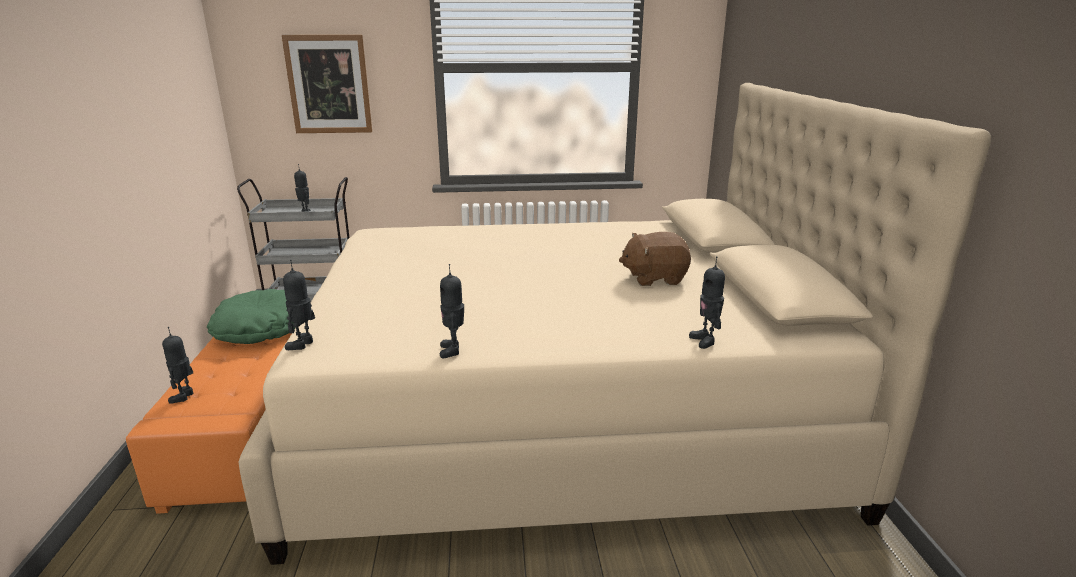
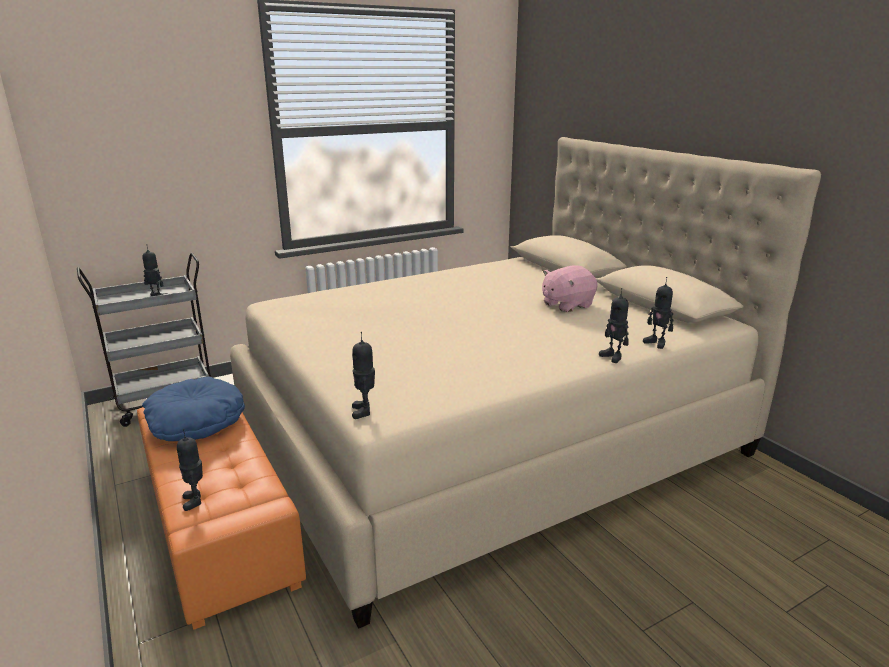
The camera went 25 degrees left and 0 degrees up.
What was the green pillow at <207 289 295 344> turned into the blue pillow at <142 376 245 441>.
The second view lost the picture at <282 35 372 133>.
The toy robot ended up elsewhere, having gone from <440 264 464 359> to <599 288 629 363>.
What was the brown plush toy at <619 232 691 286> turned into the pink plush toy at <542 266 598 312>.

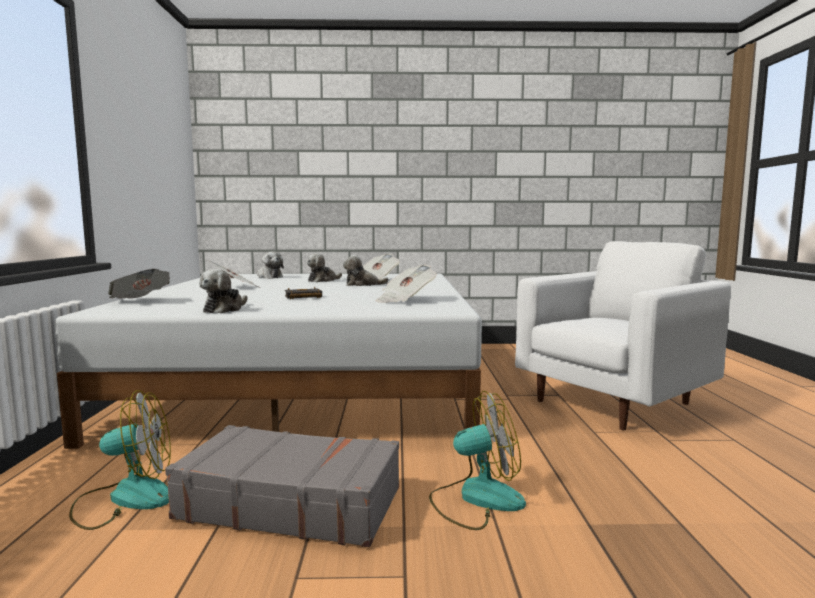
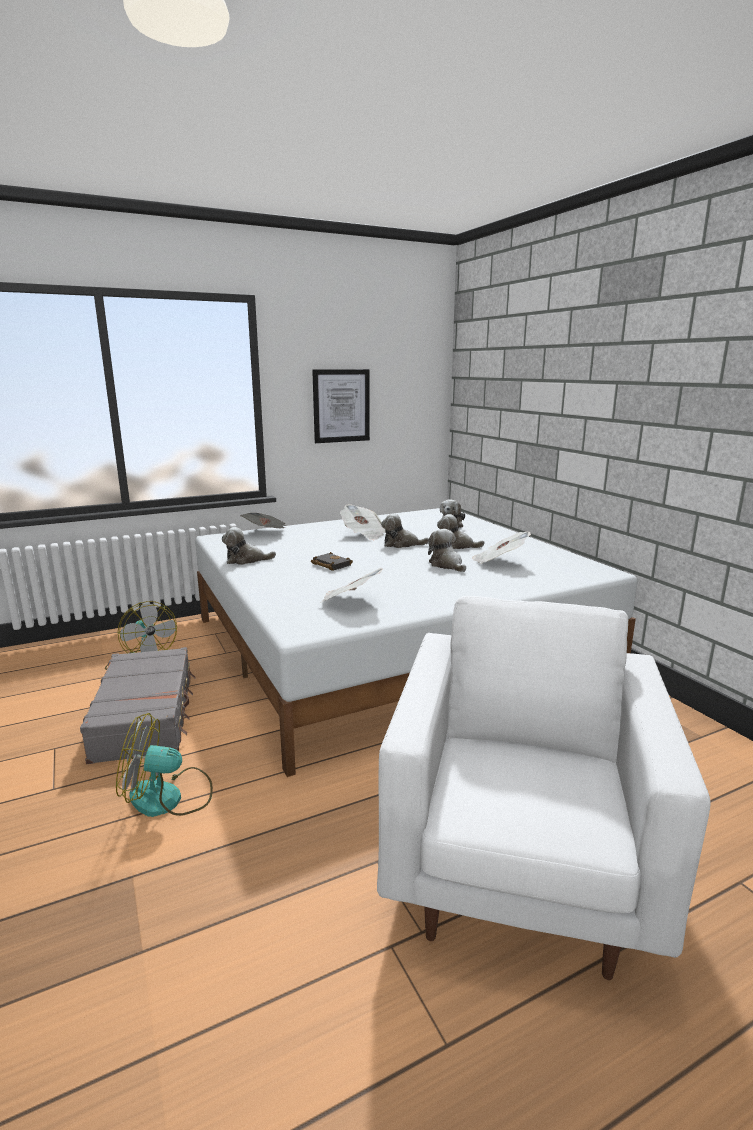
The camera went 65 degrees right and 10 degrees up.
The fan at <429 391 526 530> ended up facing another way, 120 degrees clockwise from before.
The white armchair at <515 241 731 430> ended up facing another way, 105 degrees counterclockwise from before.
The second view gained the picture at <312 369 370 443>.
The second view gained the plush toy at <381 513 429 548>.

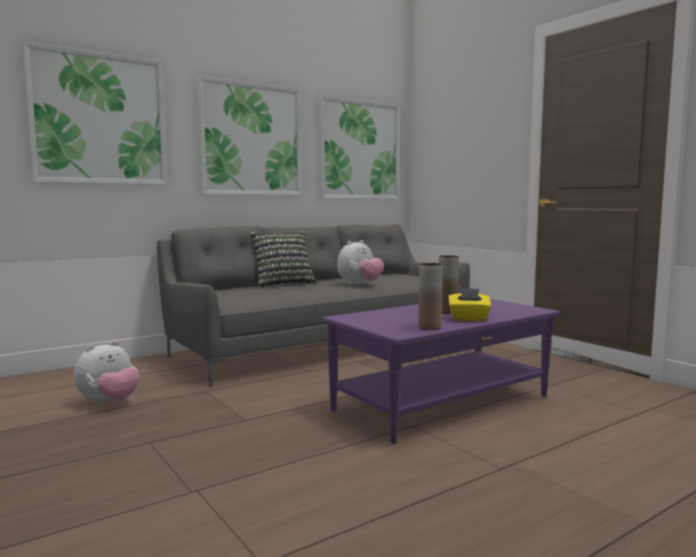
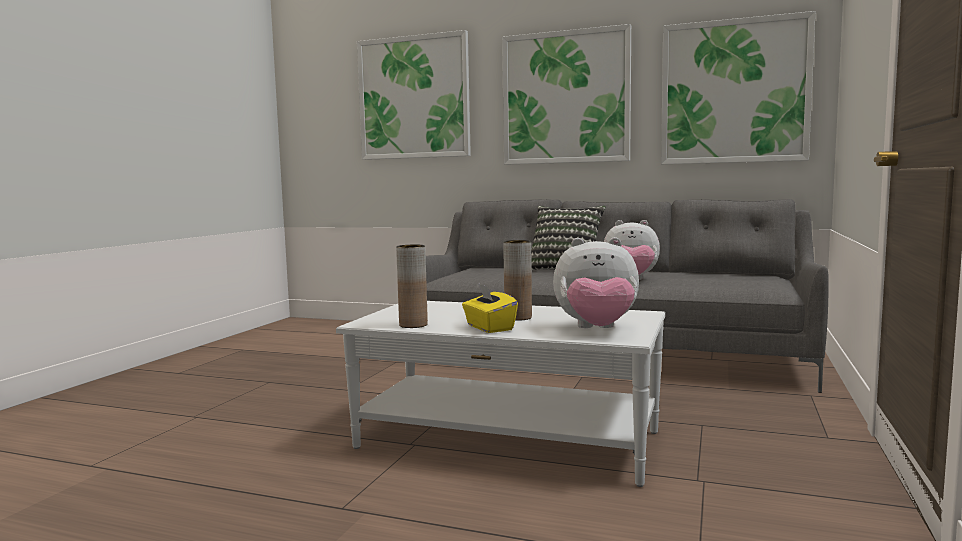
The camera went 55 degrees right and 0 degrees up.
The plush toy ended up elsewhere, having gone from <74 341 140 404> to <553 237 639 328>.
What was the purple coffee table at <322 299 560 444> turned into the white coffee table at <336 301 665 487>.

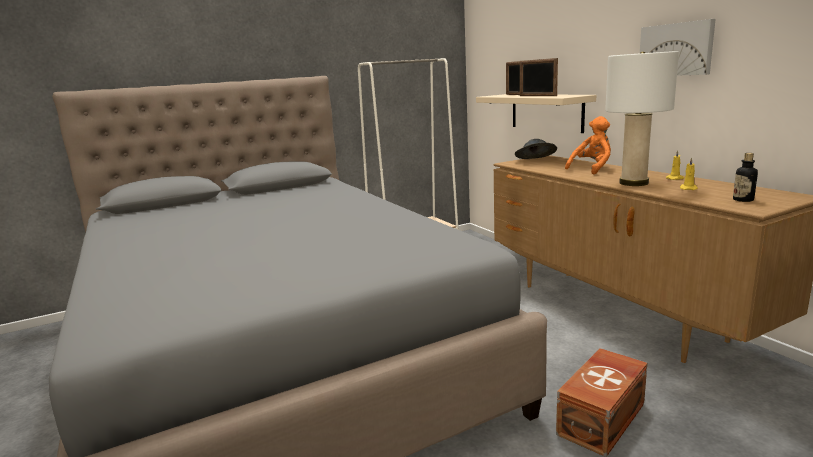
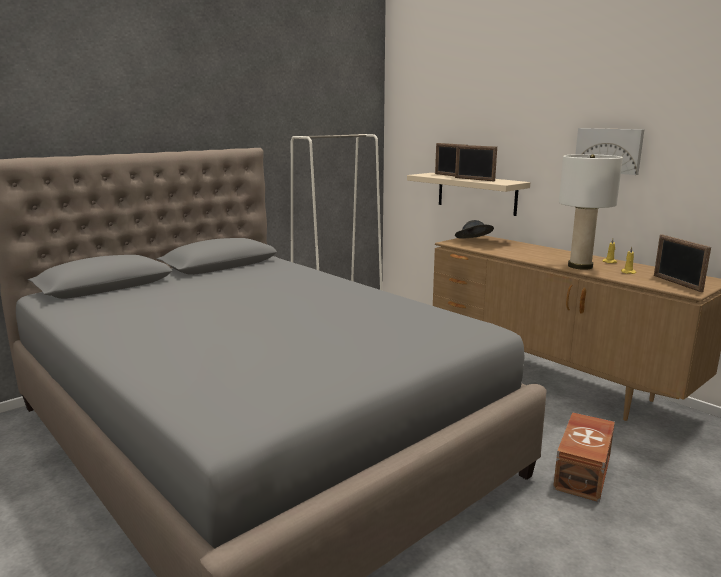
The camera went 15 degrees left and 0 degrees up.
The second view lost the orange plush toy at <565 116 611 174>.
Where the bottle stood at <733 153 758 202>, the picture frame came to stand at <654 234 711 292>.

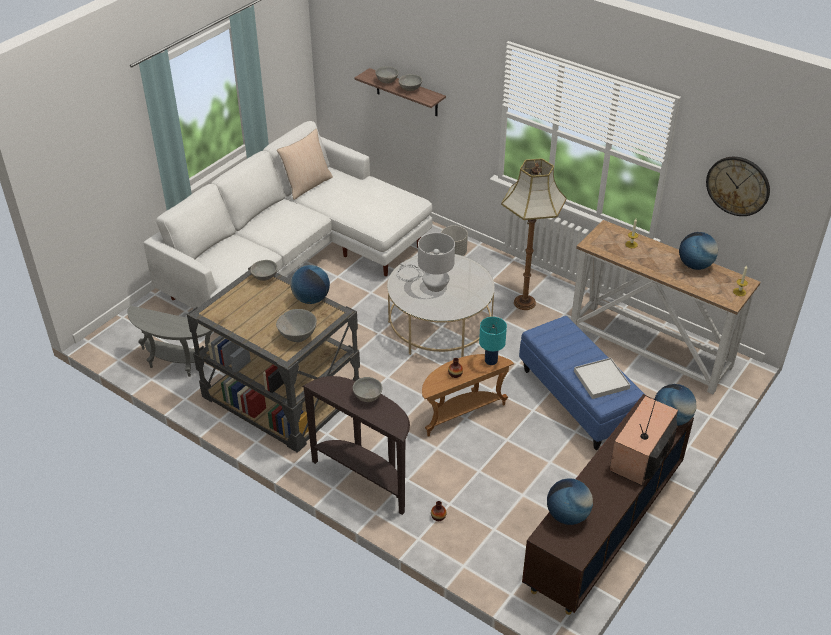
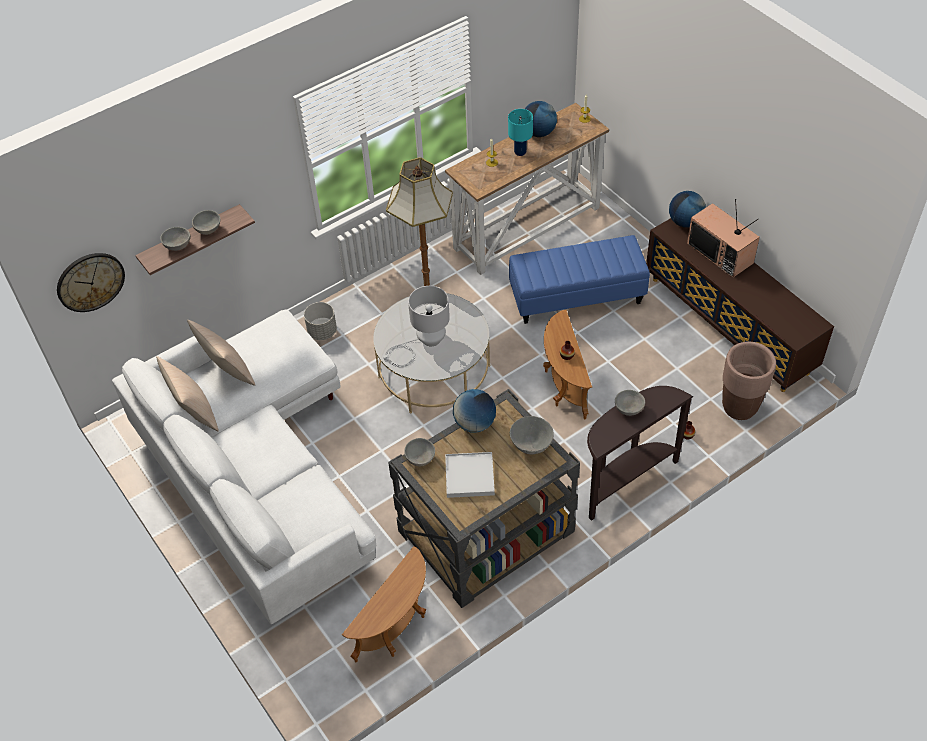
The camera went 70 degrees left and 10 degrees up.
What was the grey side table at <127 306 213 377> turned into the brown side table at <342 546 426 662>.
The turquoise table lamp ended up elsewhere, having gone from <479 317 507 365> to <508 109 533 156>.
The second view lost the globe at <547 478 593 525>.
The white tray ended up elsewhere, having gone from <574 358 630 399> to <445 452 495 498>.
The wall clock ended up elsewhere, having gone from <706 157 770 216> to <57 253 125 312>.
The second view gained the beige pillow at <187 320 255 386>.
The second view gained the brown planter at <722 342 776 420>.

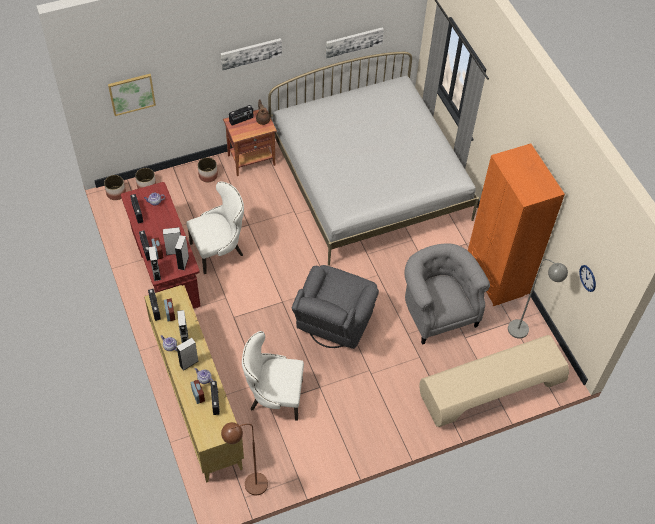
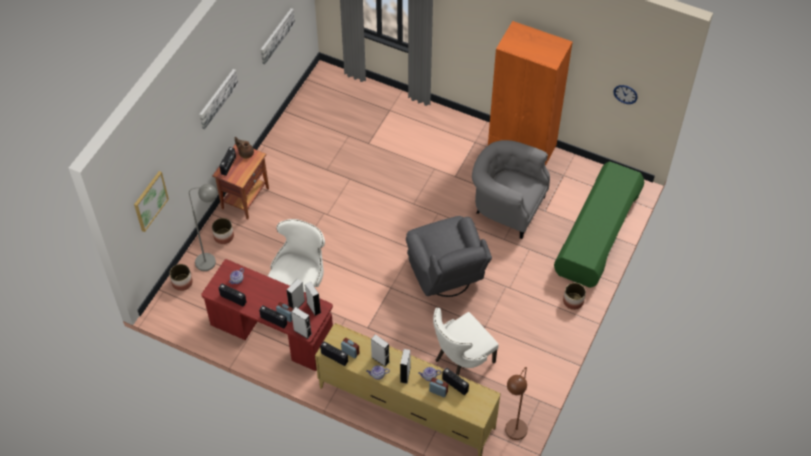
The camera went 40 degrees left and 0 degrees up.
The planter ended up elsewhere, having gone from <104 175 126 200> to <563 283 586 310>.
The second view lost the white bed at <268 52 479 266>.
What was the beige bench at <419 335 569 427> turned into the green bench at <554 161 644 288>.
The grey floor lamp ended up elsewhere, having gone from <508 259 568 339> to <189 184 217 271>.

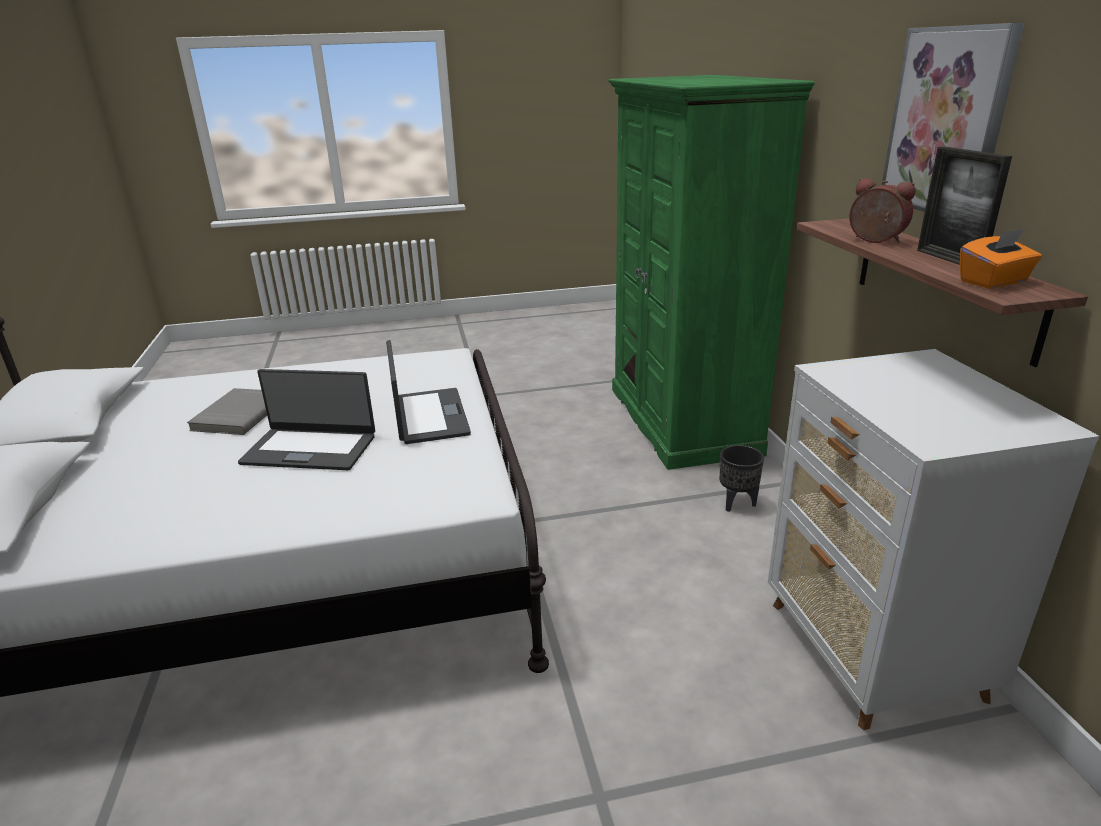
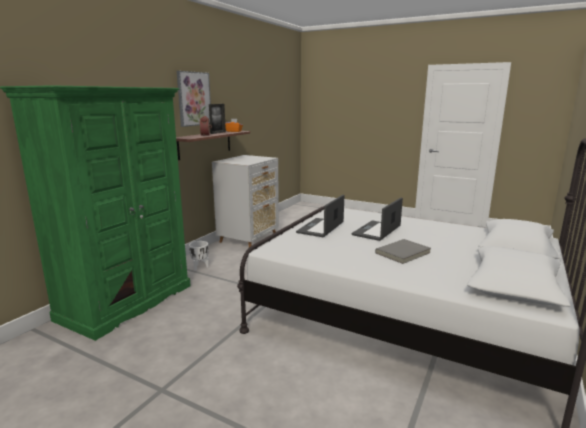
The camera went 140 degrees left and 10 degrees down.
The laptop at <238 369 375 470> ended up facing another way, 105 degrees counterclockwise from before.
What was the black planter at <719 445 764 512> turned into the white planter at <189 241 209 271>.

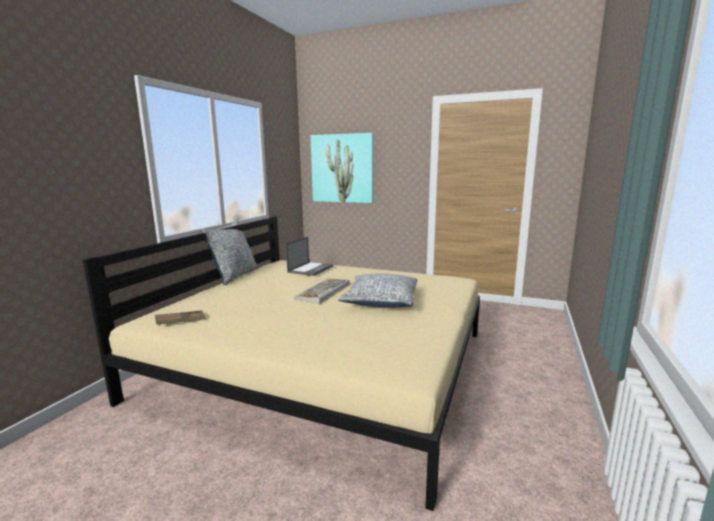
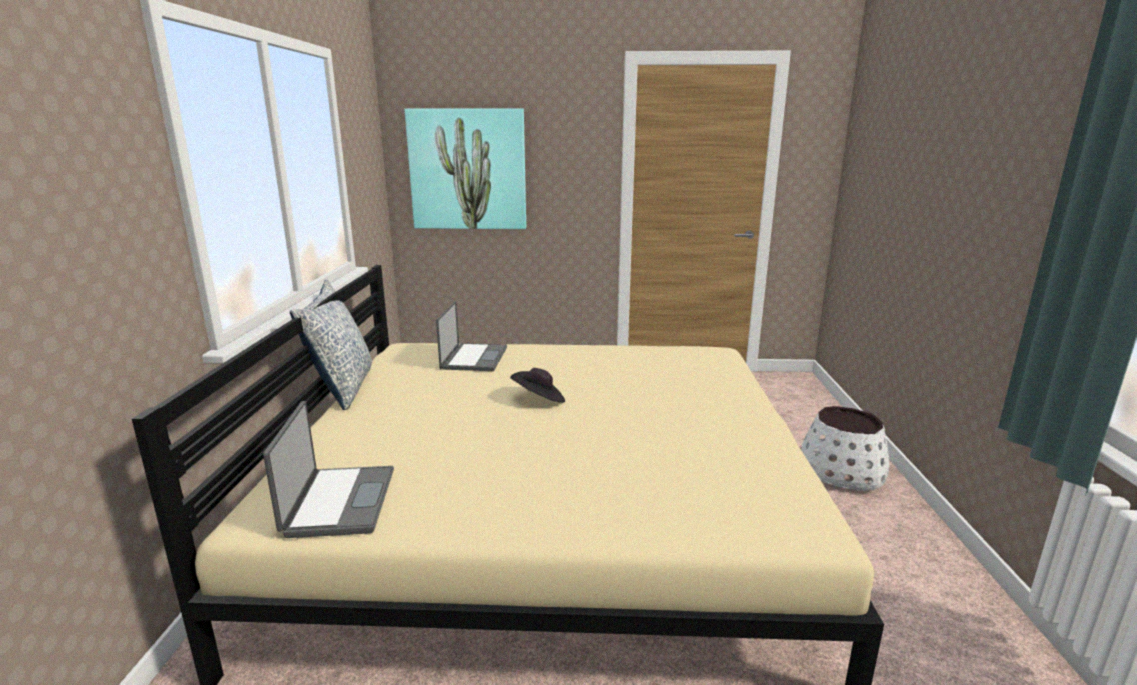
The camera went 20 degrees left and 5 degrees up.
Where the brown tray stood at <155 310 205 326>, the laptop came to stand at <263 401 394 538>.
Where the keyboard stood at <294 278 350 303>, the black hat came to stand at <510 368 565 403>.
The second view lost the pillow at <338 274 417 307>.
The second view gained the white planter at <801 406 889 491>.

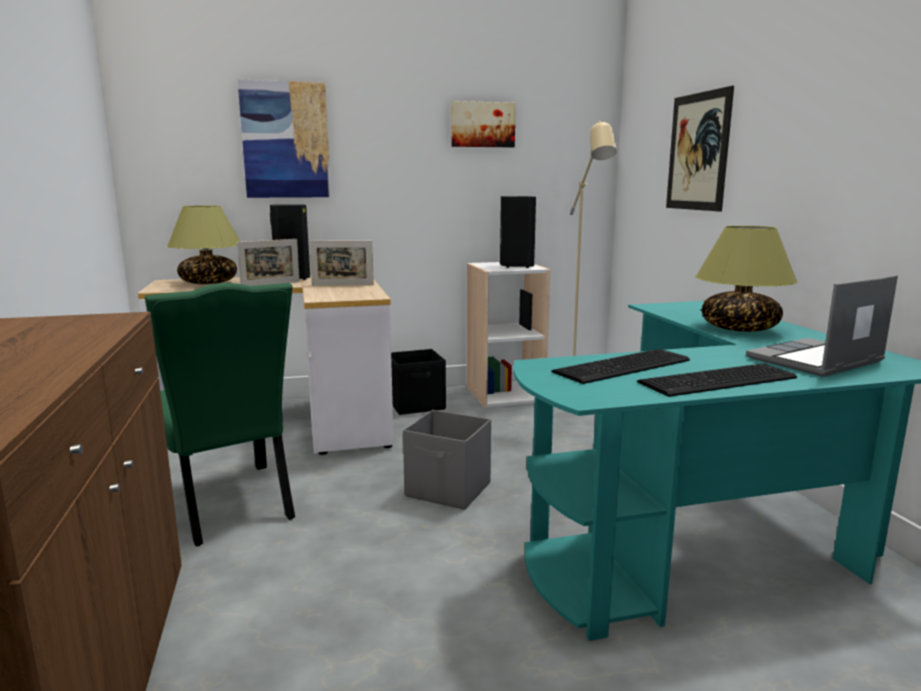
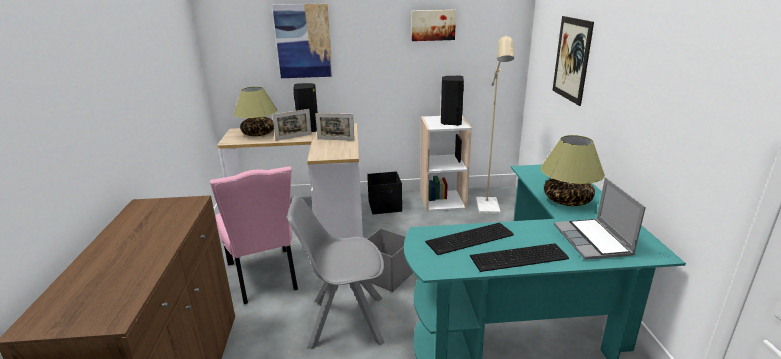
The camera went 10 degrees right and 10 degrees up.
What was the green chair at <145 283 295 546> turned into the pink chair at <210 166 298 304>.
The laptop at <746 275 898 377> ended up facing another way, 75 degrees counterclockwise from before.
The second view gained the grey chair at <287 196 385 349>.

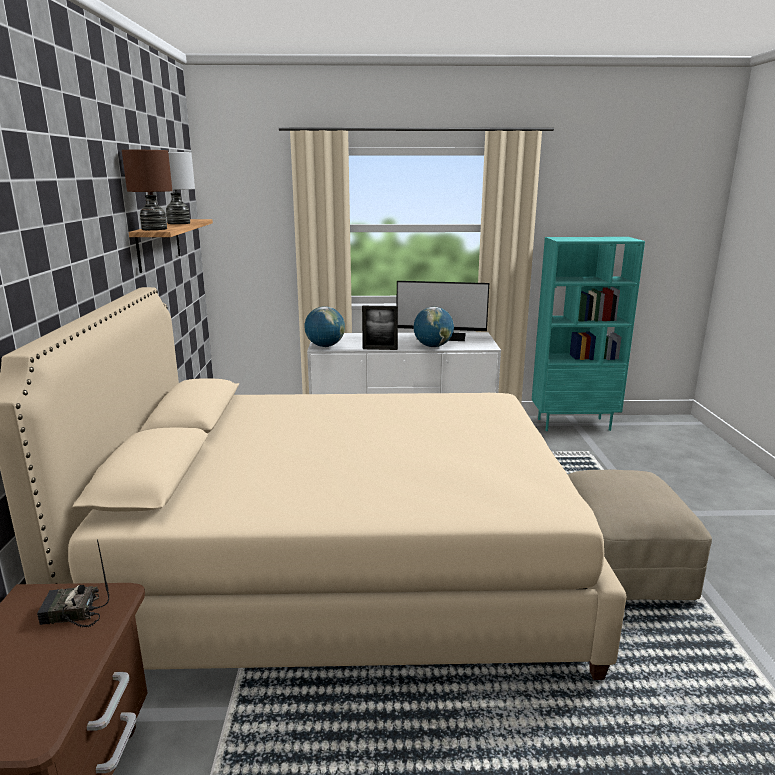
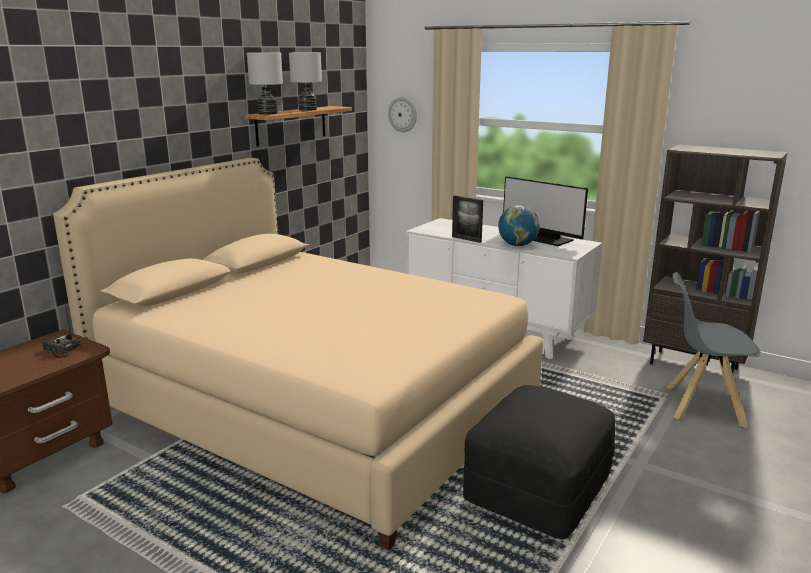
The camera went 35 degrees right and 0 degrees up.
What was the brown table lamp at <122 150 173 230> turned into the grey table lamp at <247 53 283 114>.
The second view lost the globe at <304 306 345 347>.
What was the turquoise bookcase at <532 237 645 431> turned into the brown bookcase at <643 145 788 373>.
What was the beige ottoman at <567 470 712 600> turned into the black ottoman at <463 385 615 539>.
The second view gained the wall clock at <388 97 417 132>.
The second view gained the grey chair at <667 272 761 428>.

